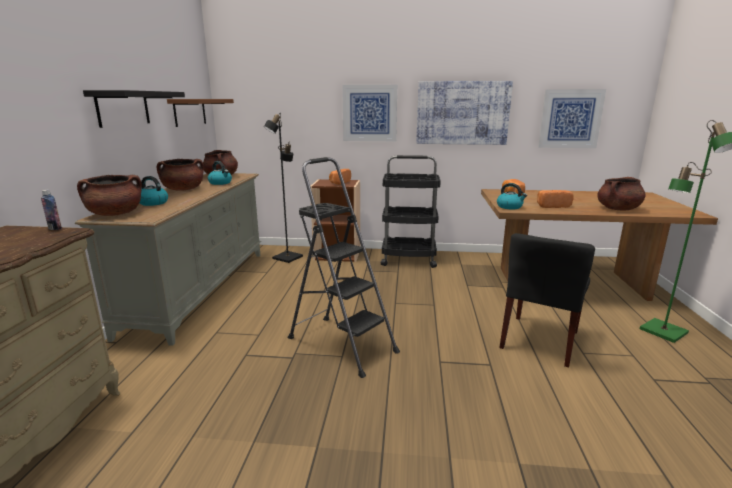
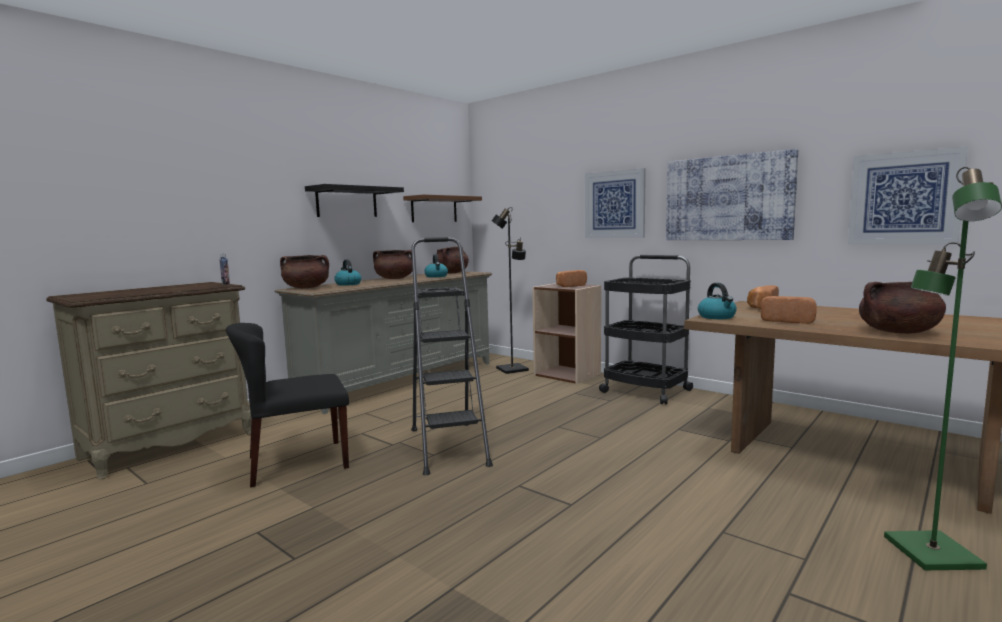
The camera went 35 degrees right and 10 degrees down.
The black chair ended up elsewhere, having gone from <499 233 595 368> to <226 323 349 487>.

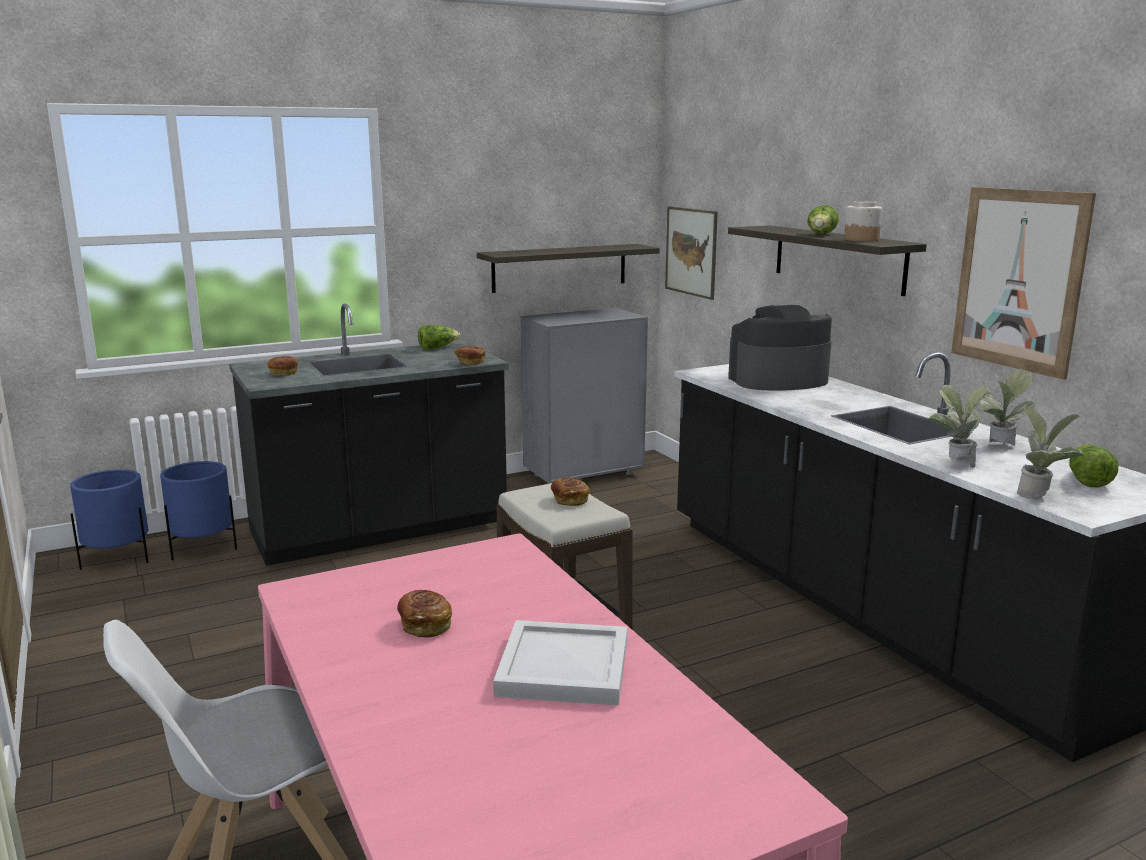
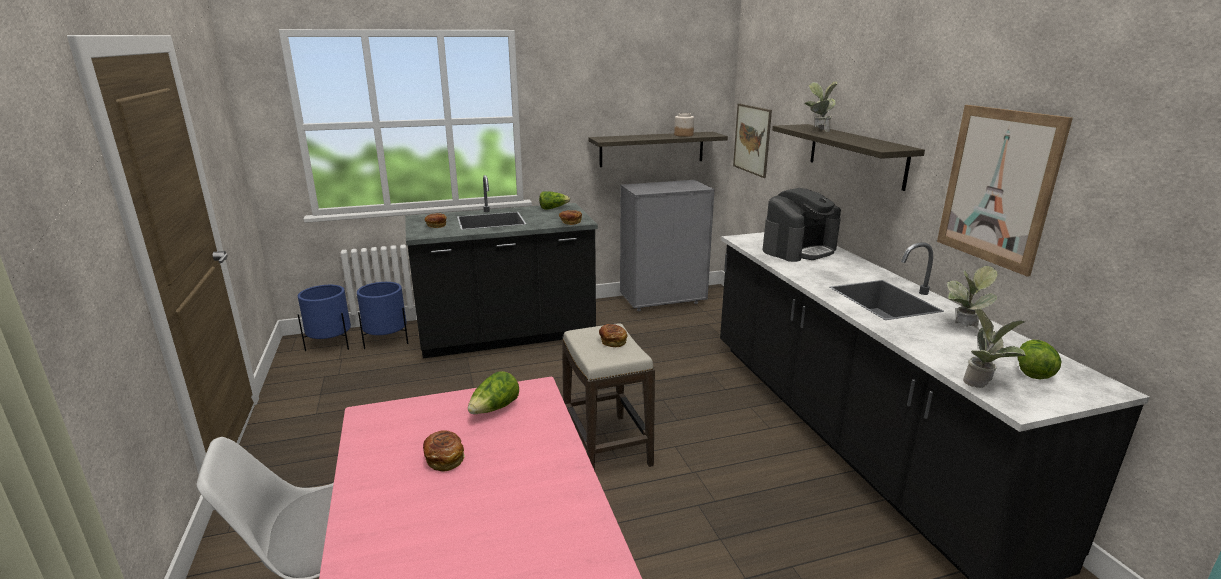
The camera went 10 degrees right and 5 degrees up.
The second view lost the white tray at <493 620 627 706>.
The coffee machine at <728 305 832 391> ended up facing another way, 150 degrees clockwise from before.
The lettuce ended up elsewhere, having gone from <807 205 839 234> to <468 371 519 414>.
The jar ended up elsewhere, having gone from <844 201 882 241> to <674 113 694 137>.
The potted plant ended up elsewhere, having gone from <928 385 991 468> to <805 81 838 132>.

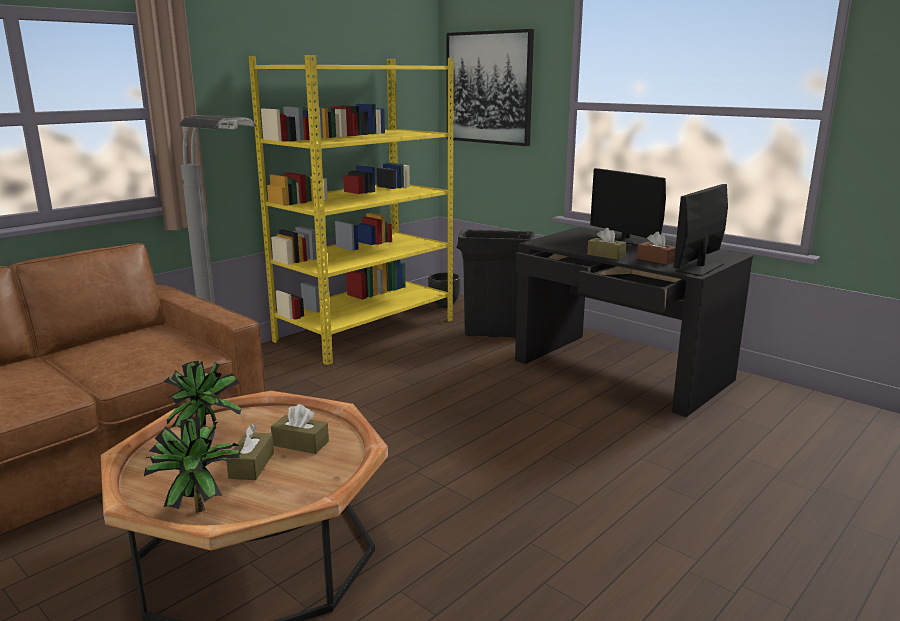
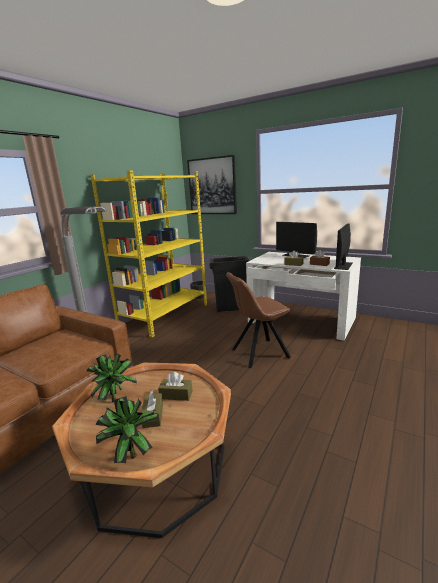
The camera went 10 degrees left and 0 degrees up.
What was the black desk at <515 227 753 417> turned into the white desk at <246 252 361 341>.
The second view gained the brown chair at <226 272 291 368>.

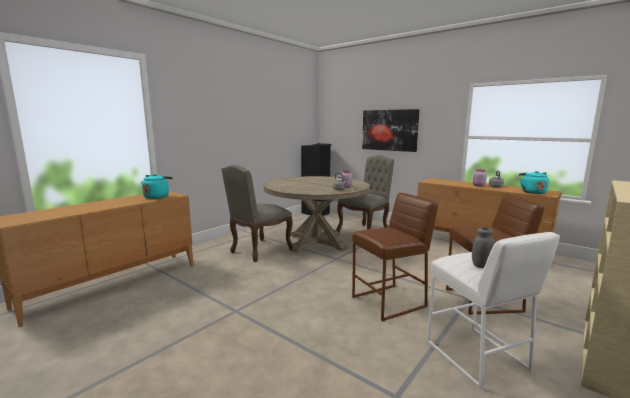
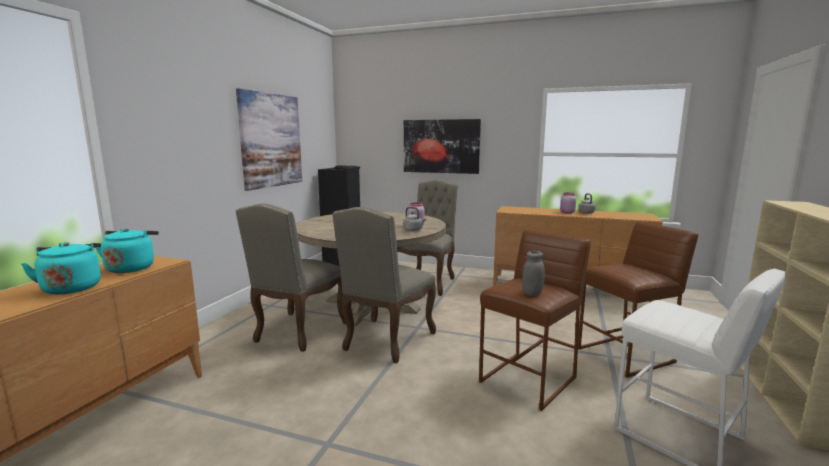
The camera went 20 degrees left and 0 degrees up.
The grey jar ended up elsewhere, having gone from <472 227 495 268> to <522 251 545 296>.
The turquoise kettle ended up elsewhere, having gone from <519 171 549 194> to <21 242 101 294>.
The second view gained the picture at <236 88 302 191>.
The second view gained the grey chair at <332 207 436 363>.

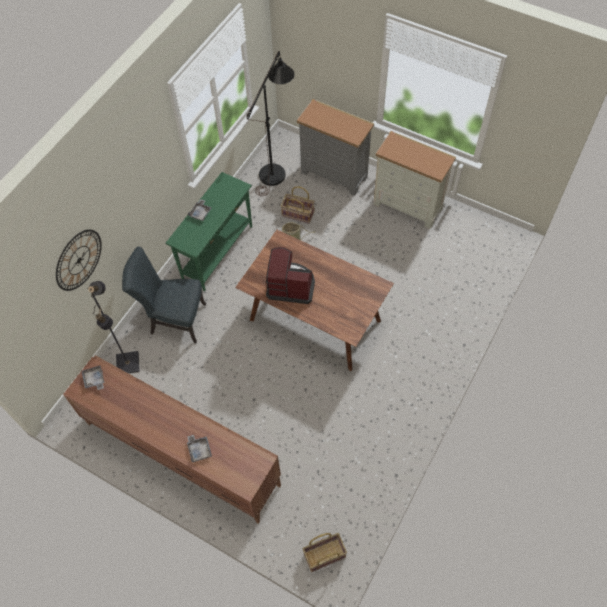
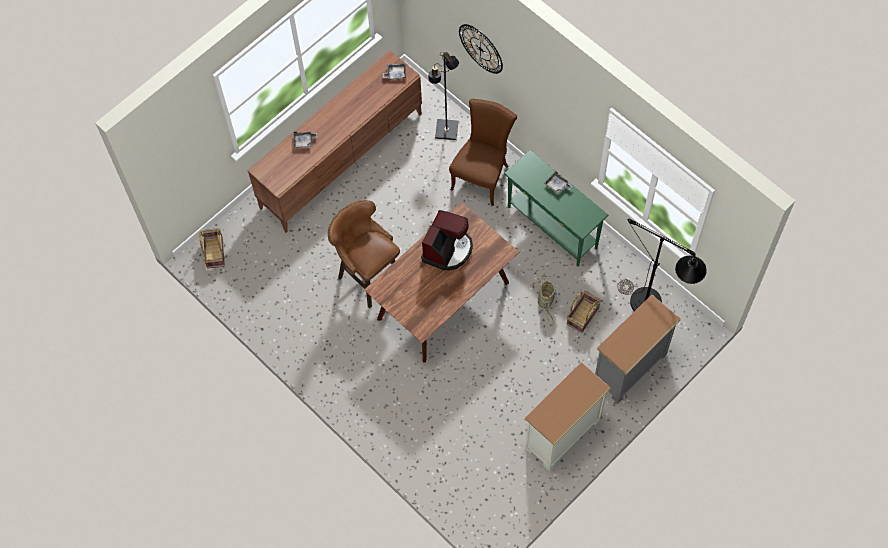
The camera went 105 degrees right and 5 degrees up.
What was the grey chair at <122 246 206 343> turned into the brown chair at <449 99 517 206>.
The second view gained the brown stool at <328 200 400 308>.

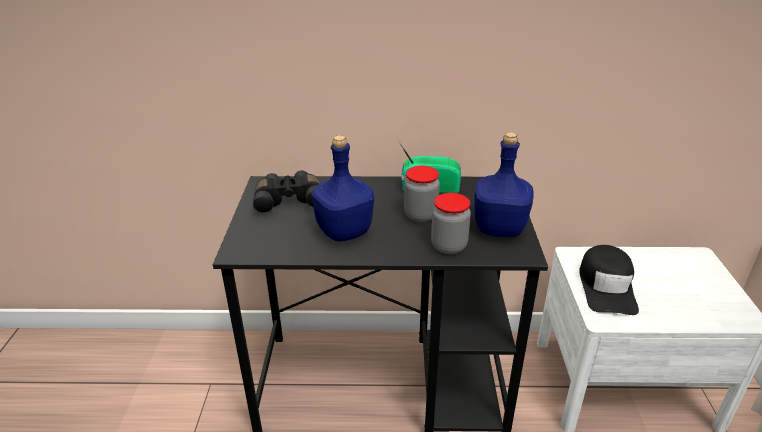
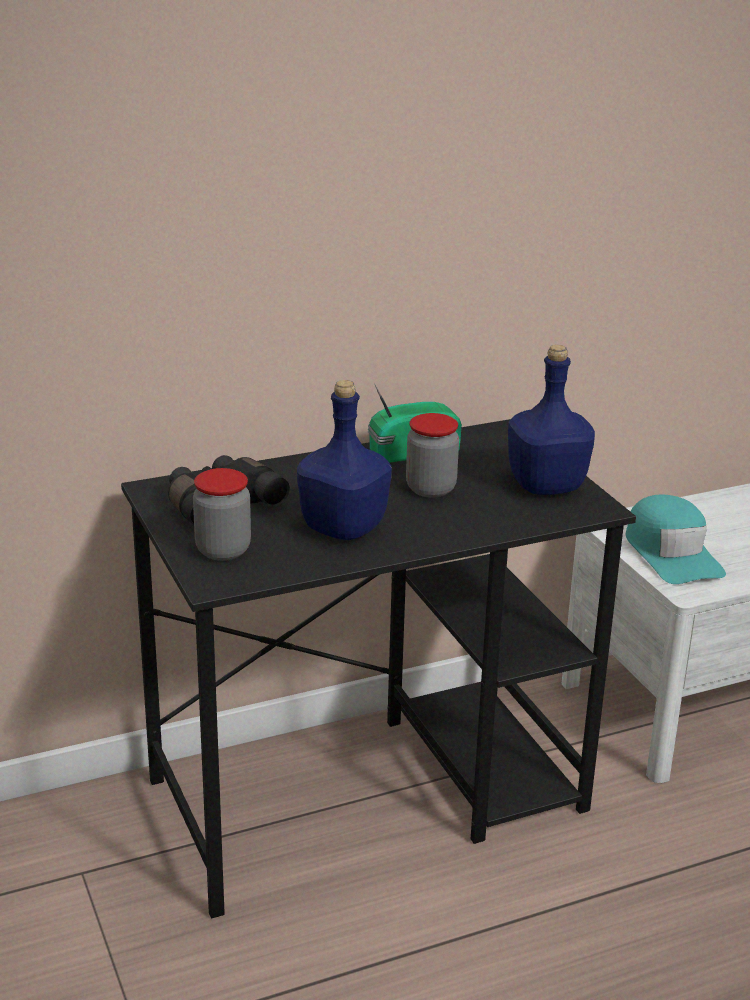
The camera went 25 degrees left and 5 degrees down.
The jar ended up elsewhere, having gone from <431 193 471 254> to <193 468 251 561>.
What was the black cap at <580 245 639 315> turned into the turquoise cap at <625 495 726 584>.

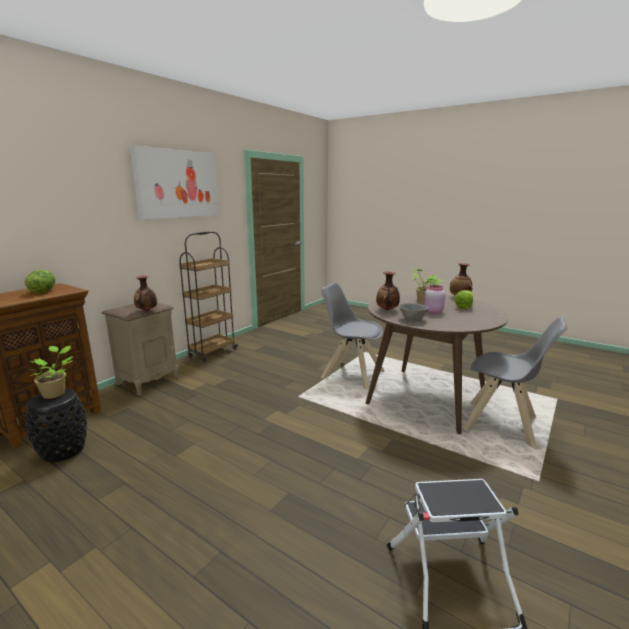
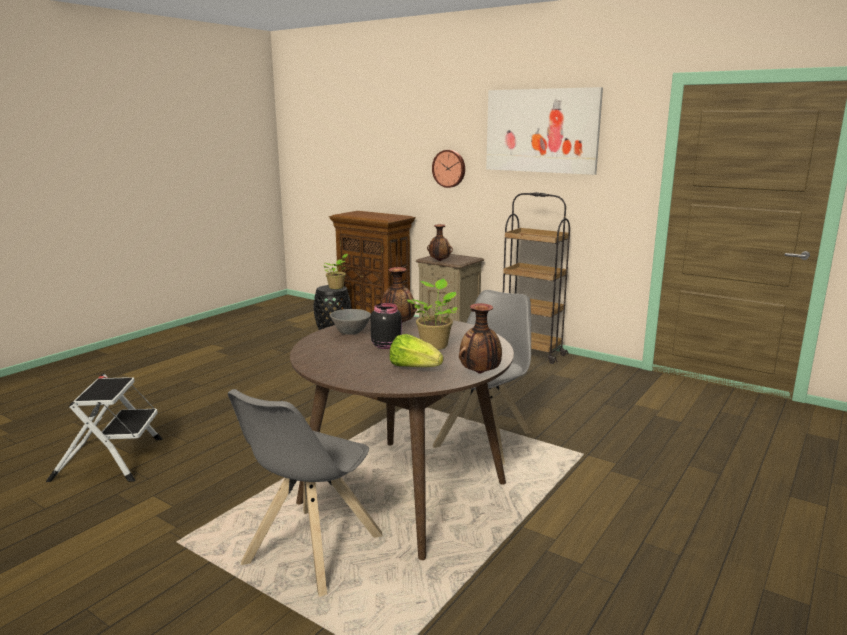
The camera went 90 degrees right and 0 degrees up.
The second view lost the lettuce at <25 270 55 293>.
What was the pink jar at <424 285 445 314> turned into the black jar at <370 303 402 349>.
The second view gained the wall clock at <432 150 465 188>.

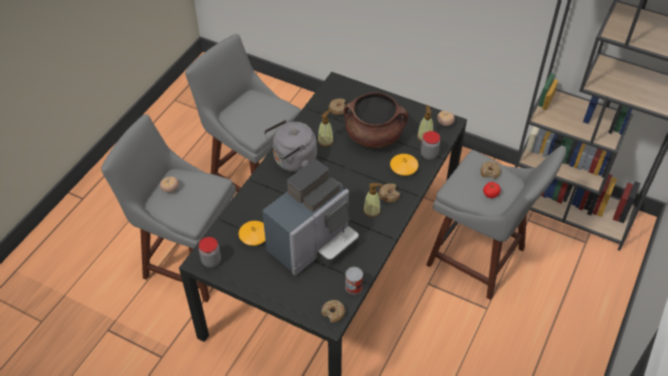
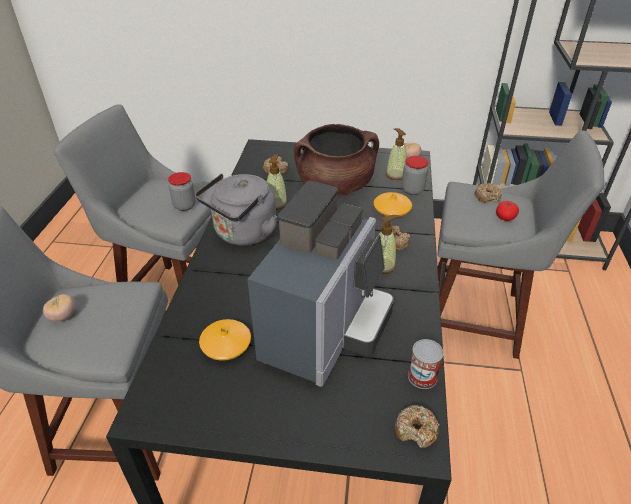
The camera went 20 degrees left and 10 degrees down.
The jar ended up elsewhere, having gone from <199 237 221 268> to <168 172 196 211>.

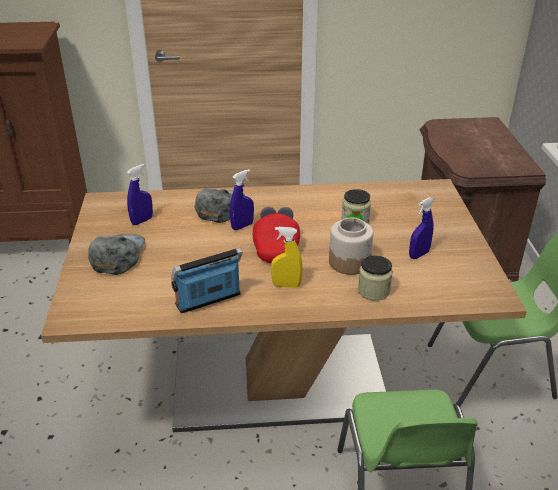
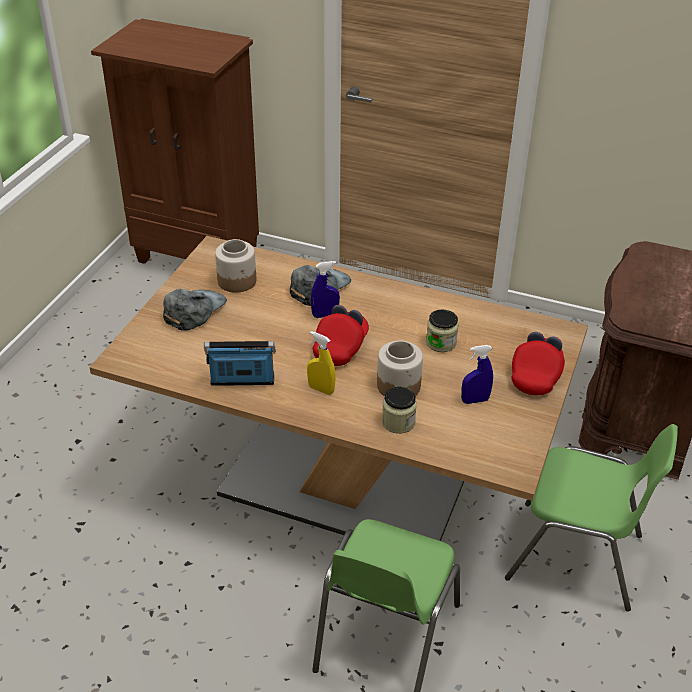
The camera went 25 degrees right and 5 degrees up.
Where the blue spray bottle stood at <127 164 153 225>, the jar came to stand at <215 239 256 293>.
The second view gained the red cap at <511 332 565 395>.

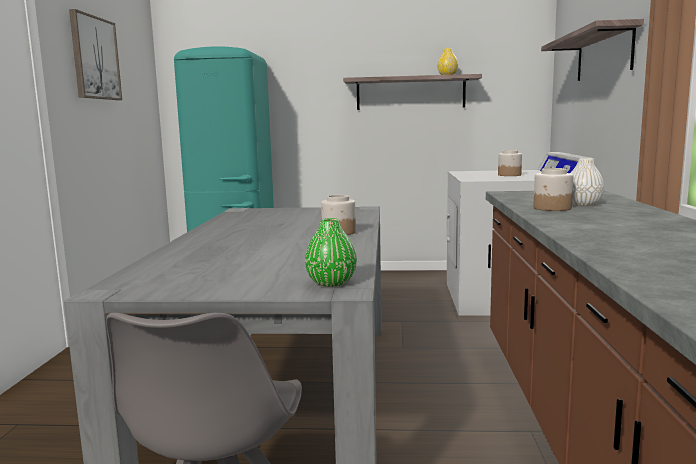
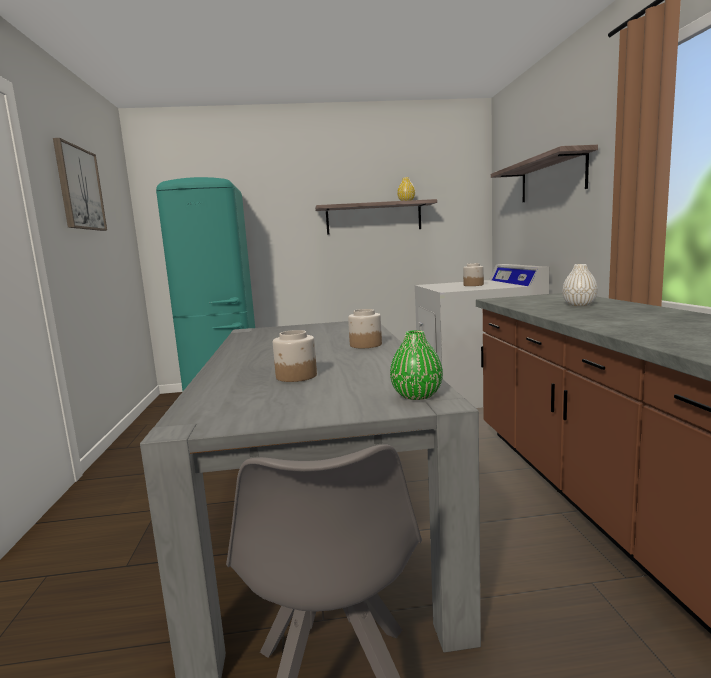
The camera went 10 degrees left and 0 degrees up.
The jar ended up elsewhere, having gone from <534 168 573 211> to <273 330 317 382>.

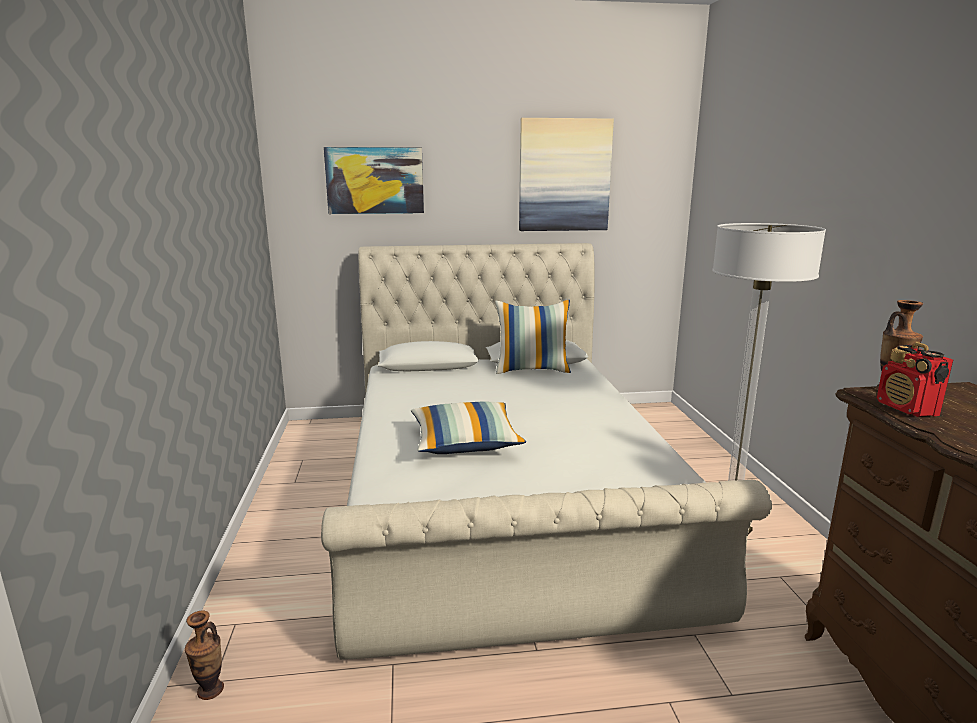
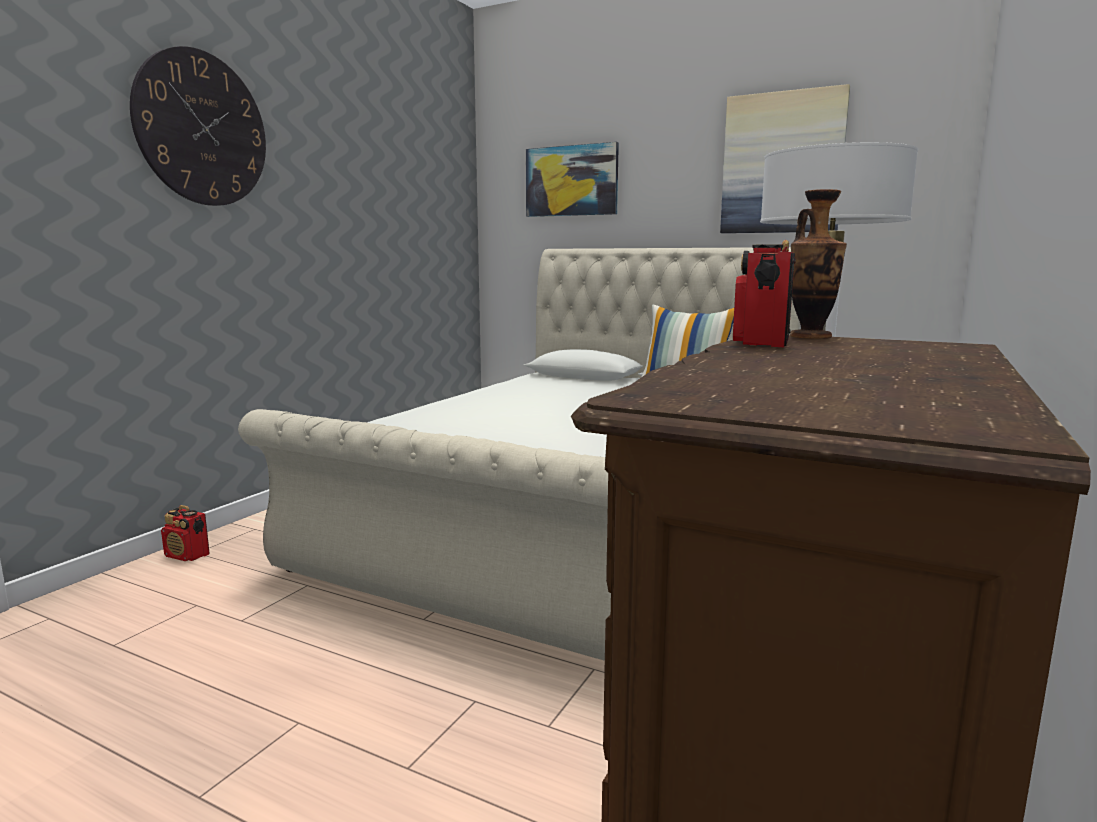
The camera went 35 degrees right and 5 degrees down.
Where the vase stood at <185 610 224 700>, the radio came to stand at <161 505 210 561>.
The second view lost the pillow at <411 402 526 454>.
The second view gained the wall clock at <130 46 266 206>.

